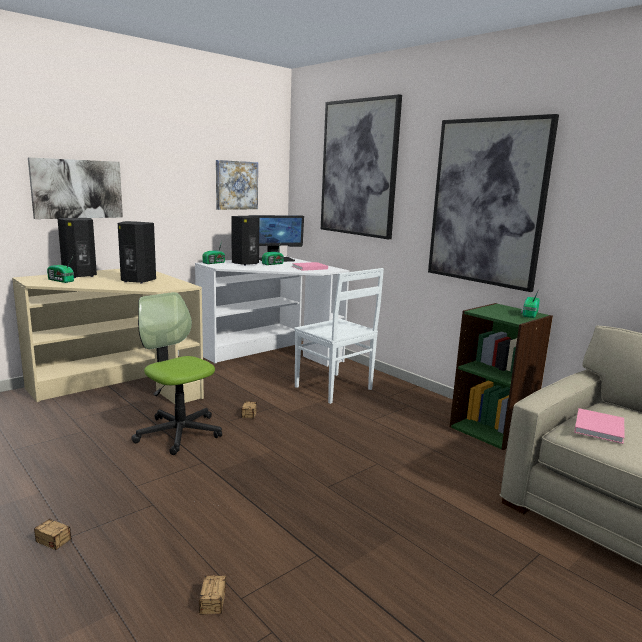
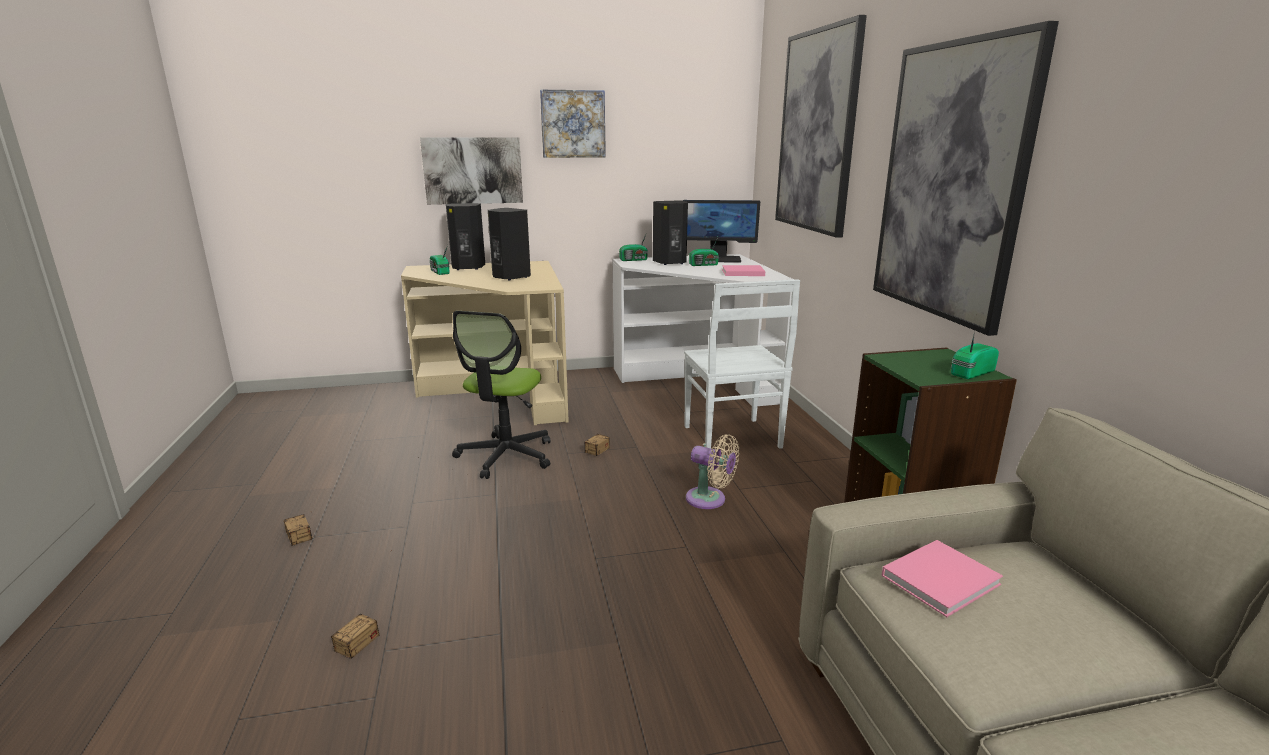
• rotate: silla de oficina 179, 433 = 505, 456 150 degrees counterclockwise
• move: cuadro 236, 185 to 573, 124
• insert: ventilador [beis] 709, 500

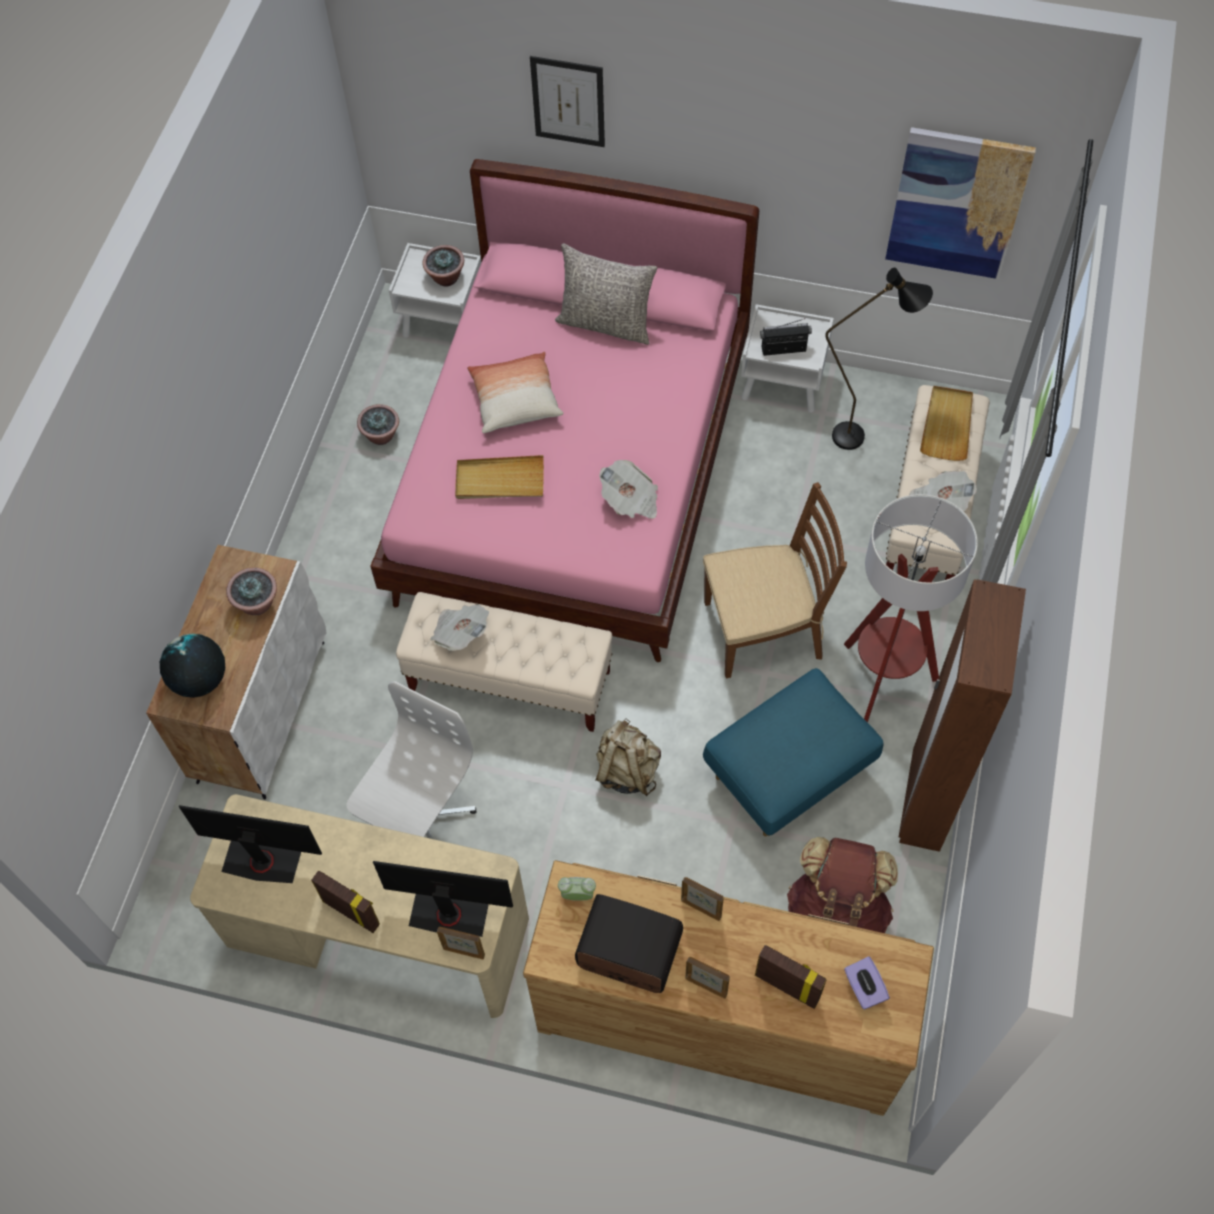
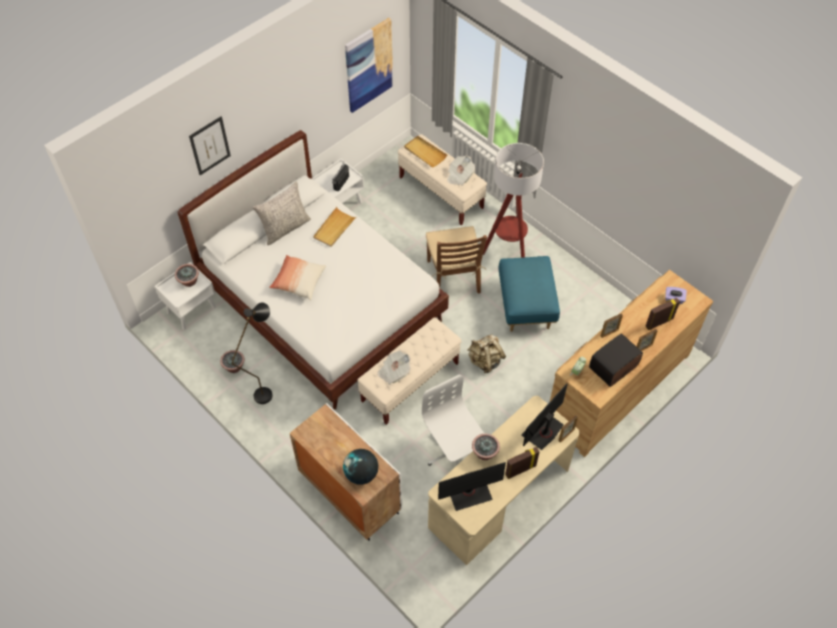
• recolor: cama [rosa] 574, 476 to cama [blanco] 322, 303
• move: lámpara de pie [negro] 860, 437 to 268, 391
• move: bandeja [beis] 499, 480 to 334, 228
• rotate: silla [marrón] 764, 629 = 453, 277 150 degrees clockwise
• rotate: monitor 263, 856 = 469, 493 150 degrees counterclockwise
• move: planta en maceta 257, 603 to 484, 453
• delete: periódico 630, 500
• delete: mochila [marrón] 837, 911
• delete: armario ropero [marrón] 924, 801

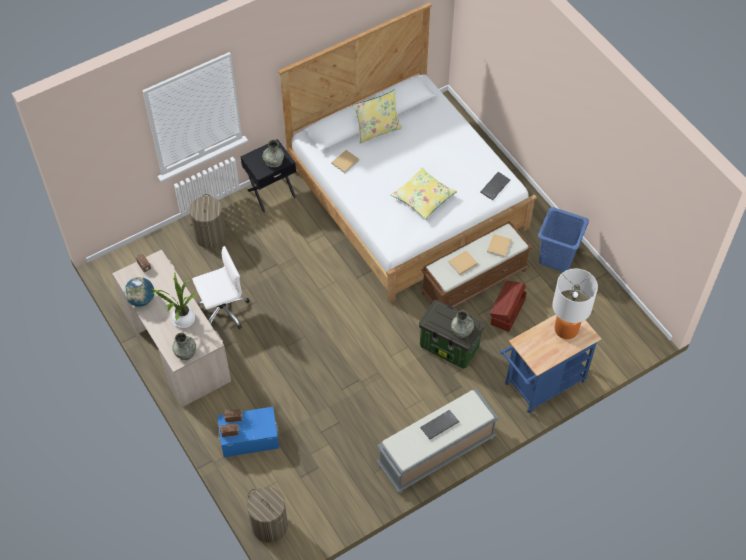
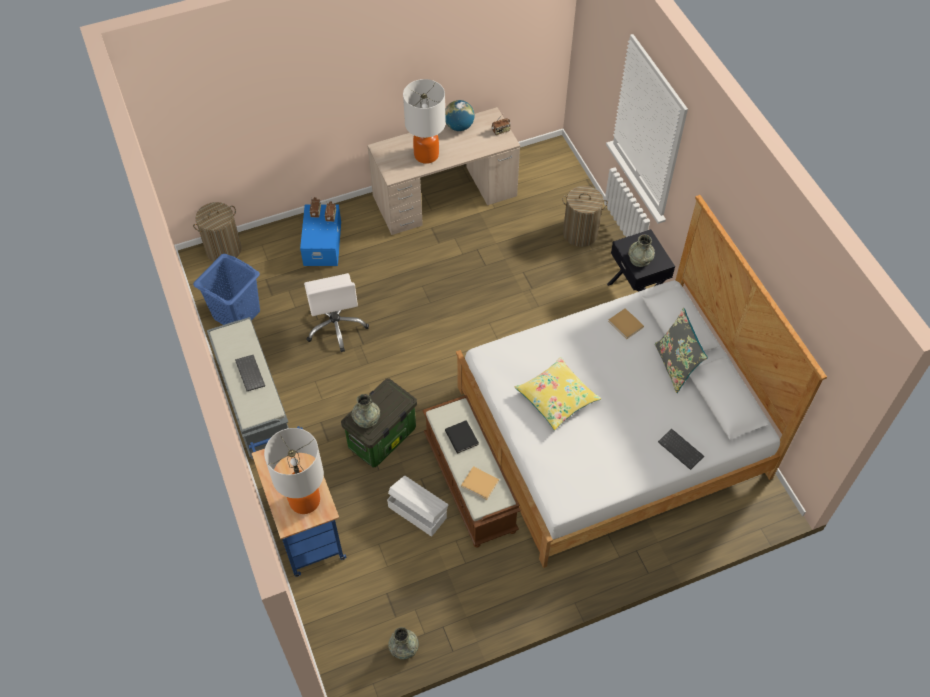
• move: cesto de la ropa [azul] 557, 257 to 236, 314
• move: silla de oficina [blanco] 222, 310 to 336, 326
• recolor: caja de almacenaje [marrón] 507, 312 to caja de almacenaje [blanco] 417, 511
• move: florero [gris] 185, 351 to 404, 648
• replace: planta en maceta 182, 320 to lámpara de mesa 426, 155
• recolor: libro [beis] 462, 263 to libro [negro] 461, 436
• recolor: cojín [amarillo] 377, 130 to cojín [gris] 675, 366
• move: teclado 495, 186 to 681, 449

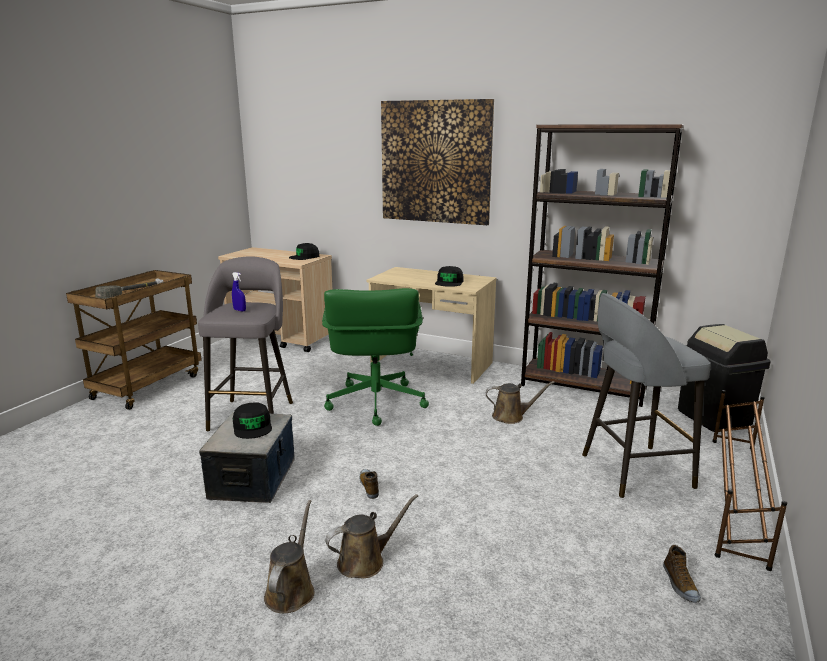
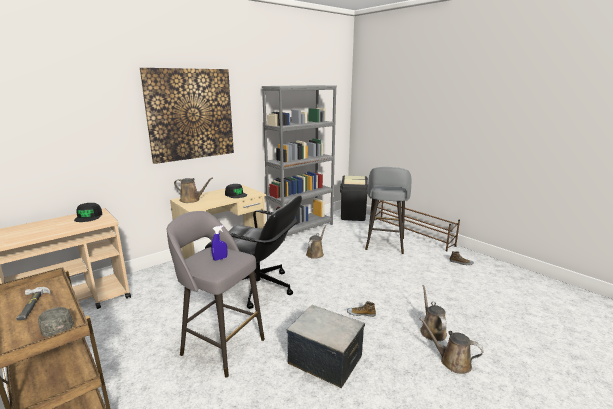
• insert: regadera [marrón] 191, 200
• recolor: silla de oficina [verde] 375, 403 to silla de oficina [negro] 258, 288
• recolor: estantería [marrón] 583, 386 to estantería [gris] 301, 228
• delete: gorra [negro] 252, 426

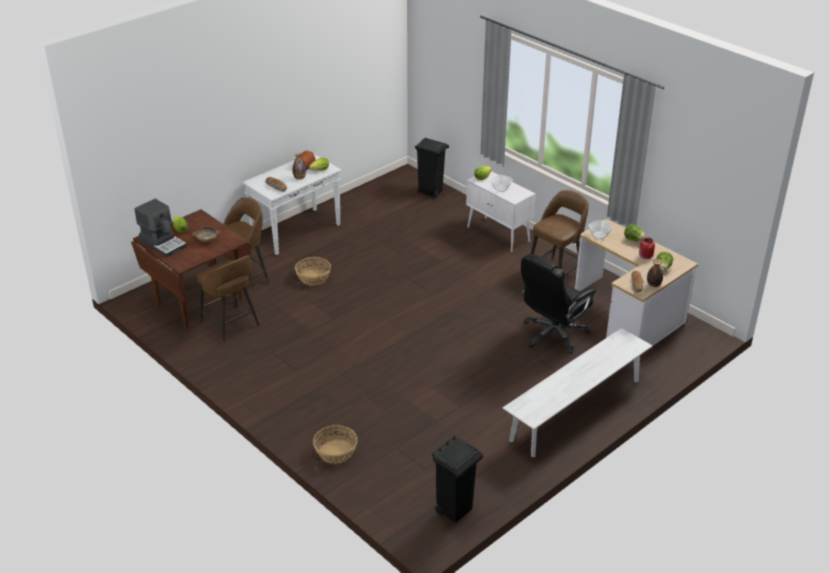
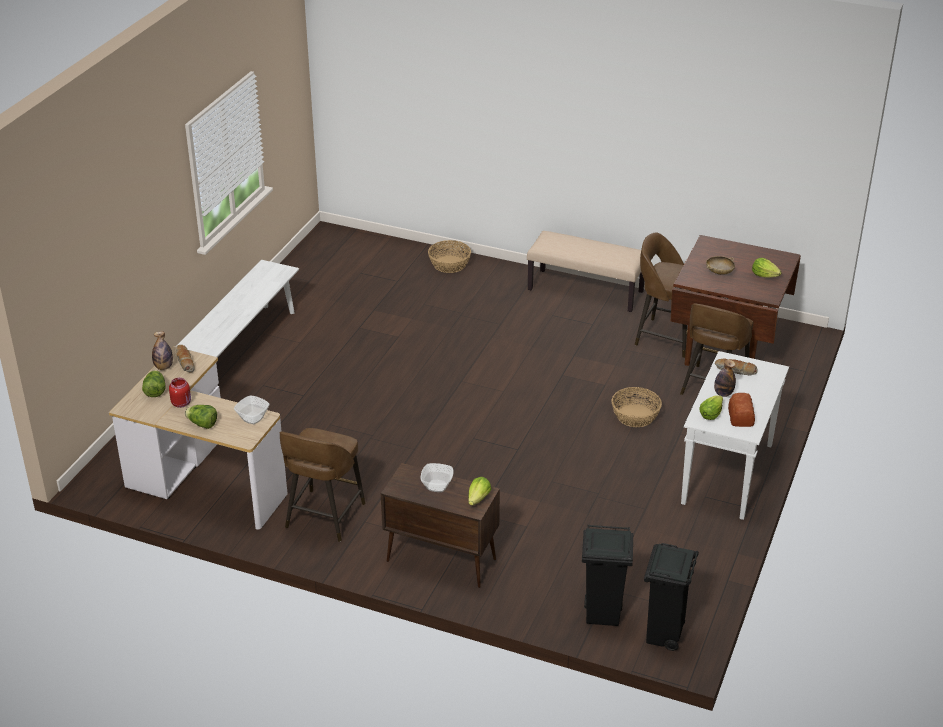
• recolor: armario [blanco] 499, 235 to armario [marrón] 440, 560
• insert: banco [beis] 586, 290
• move: papelera [negro] 455, 510 to 664, 636
• delete: cafetera 163, 243
• delete: silla de oficina [negro] 553, 335

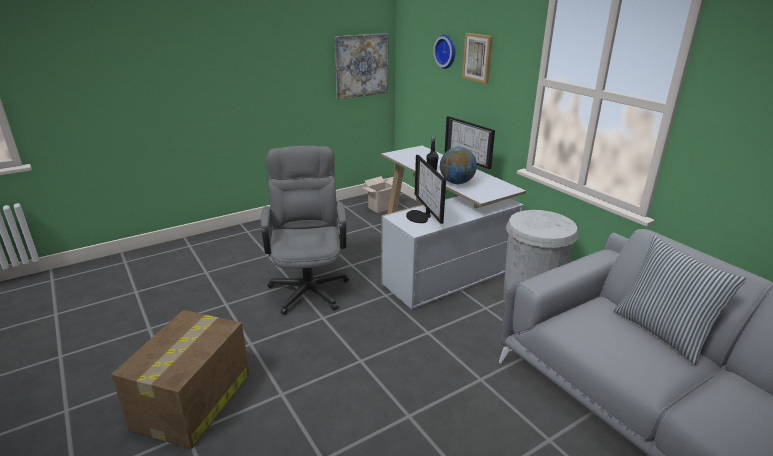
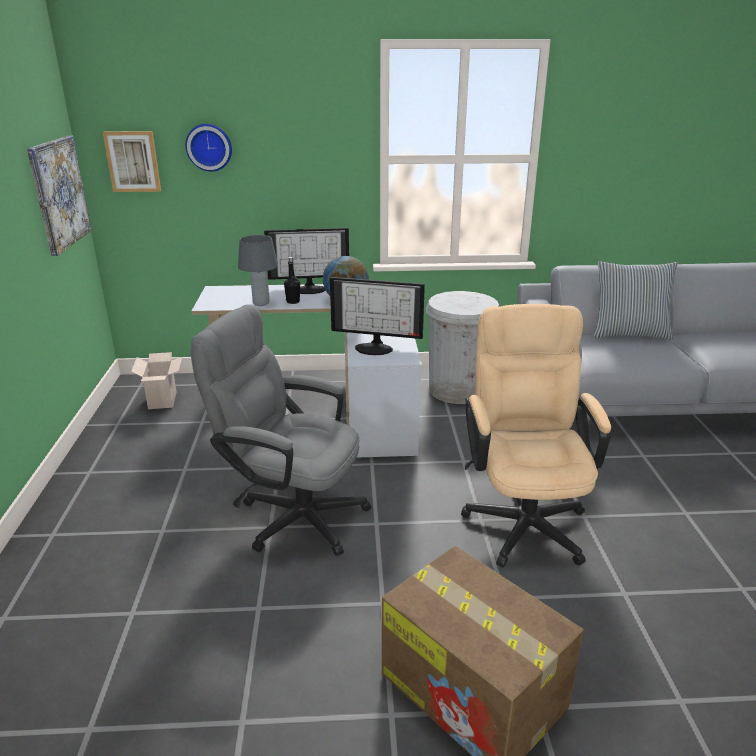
• move: cuadro 478, 57 to 133, 161
• insert: lámpara de mesa [gris] 261, 304
• insert: silla de oficina [beis] 523, 517

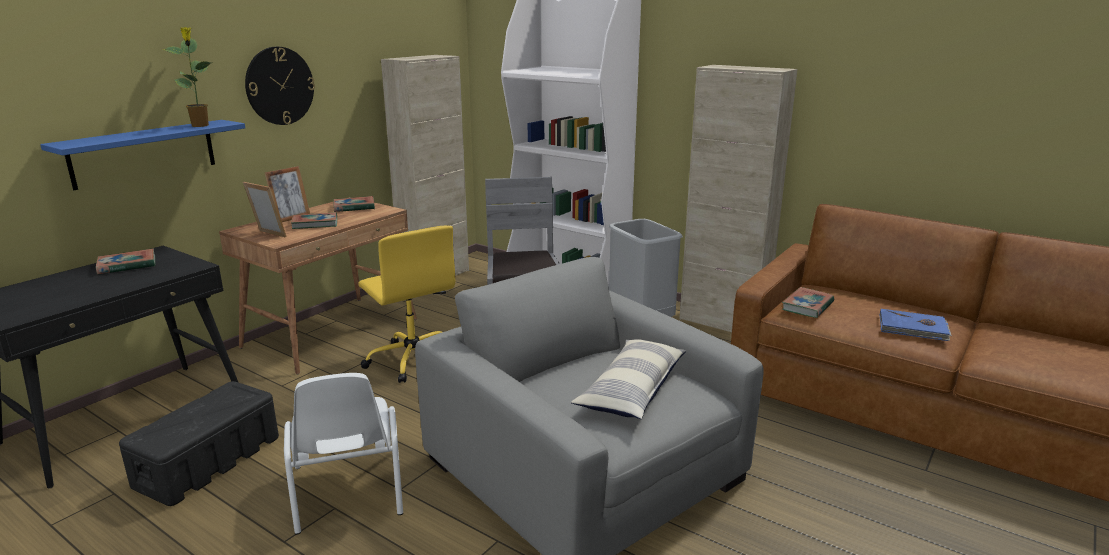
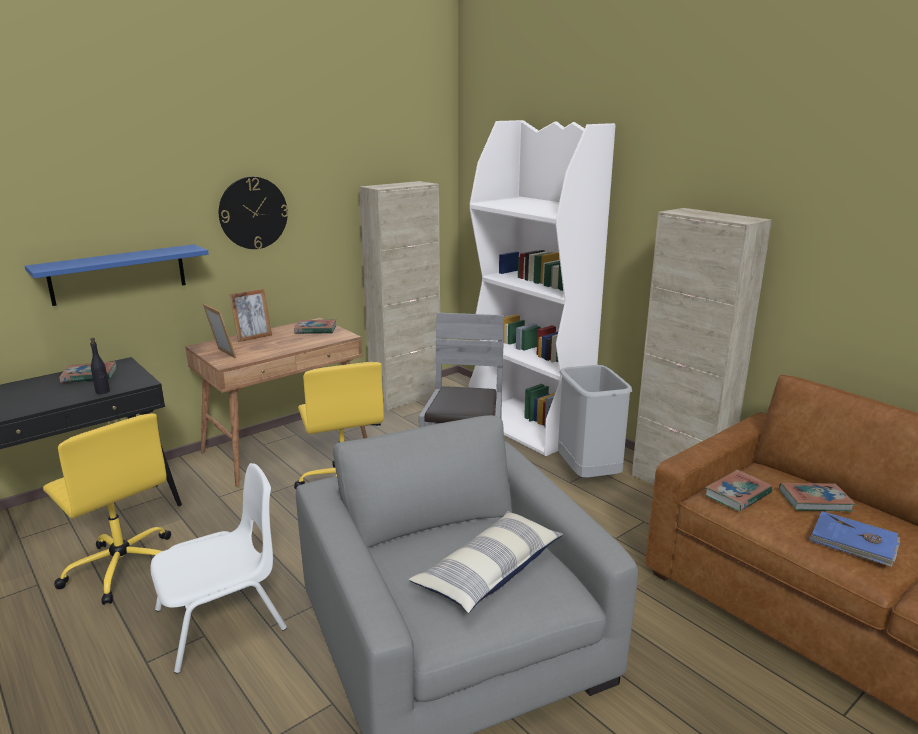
• replace: caja de almacenaje [negro] 208, 462 to silla de oficina [amarillo] 123, 567
• insert: botella [negro] 103, 392
• rotate: silla [blanco] 348, 491 = 223, 620 120 degrees counterclockwise
• move: libro 315, 224 to 814, 501
• delete: planta en maceta 200, 125

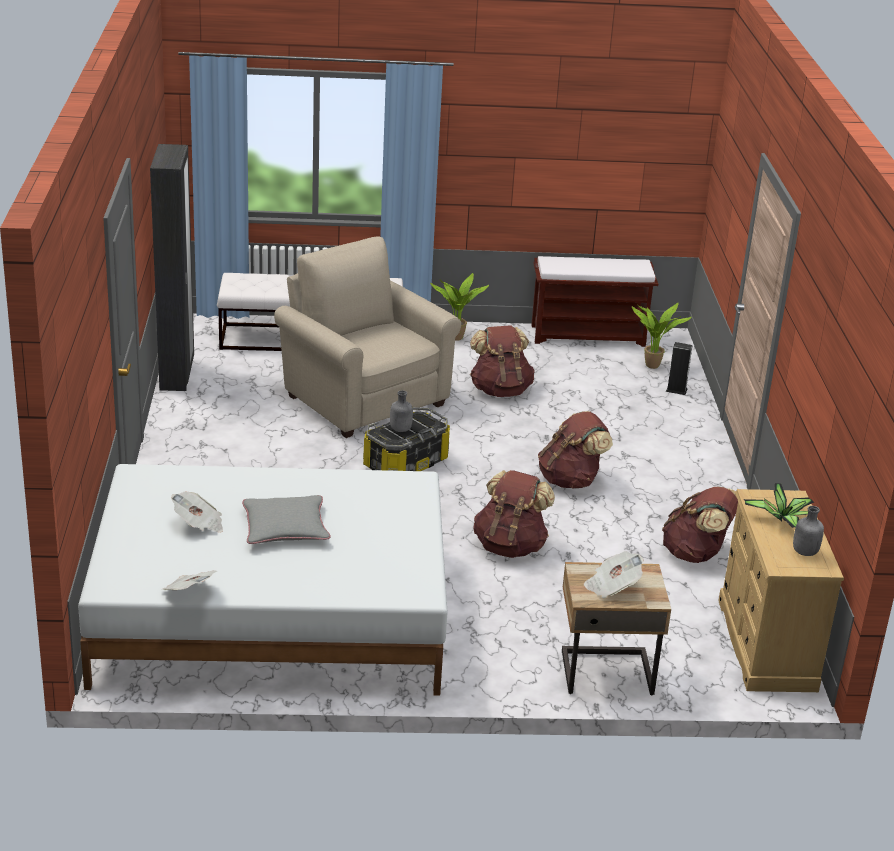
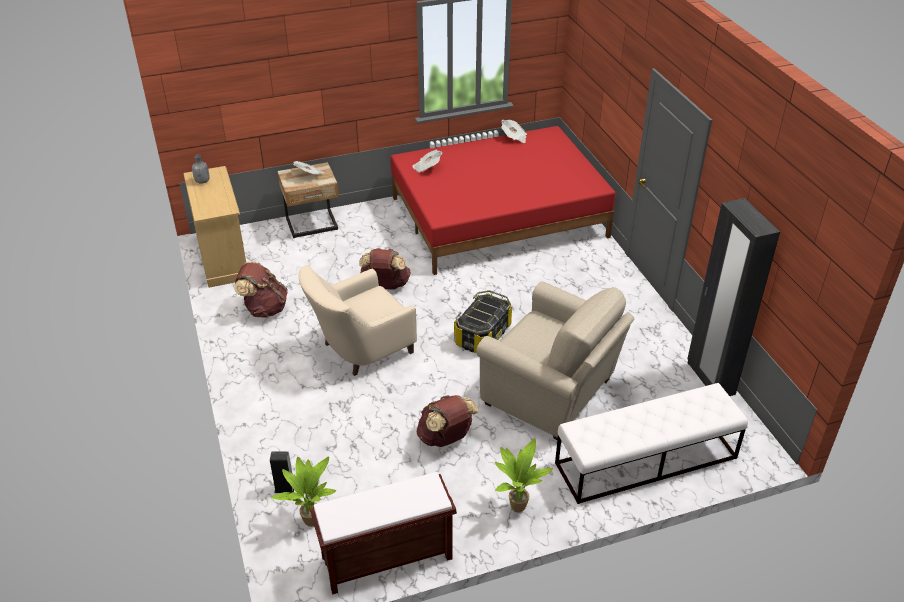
• replace: mochila [marrón] 571, 480 to sillón [beis] 359, 350
• recolor: cama [blanco] 270, 612 to cama [rojo] 498, 217
• move: periódico 199, 524 to 427, 168
• delete: cojín [gris] 285, 527
• delete: botella [gris] 400, 430
• delete: planta en maceta 782, 520

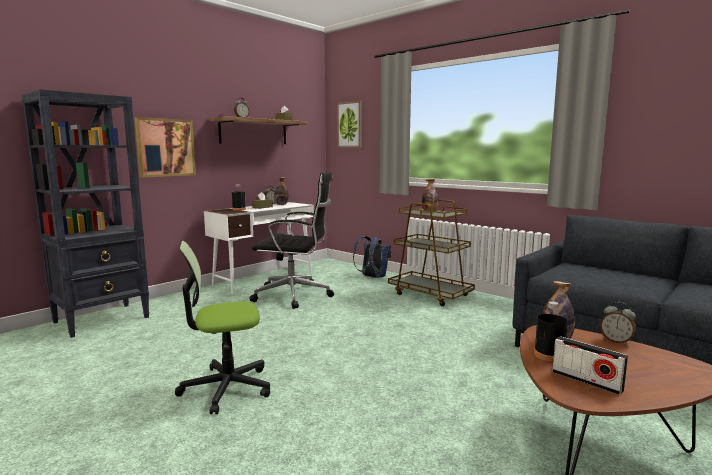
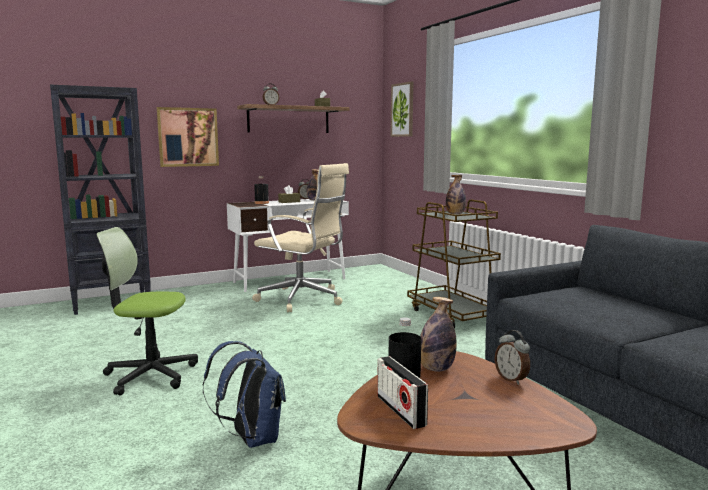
• move: mochila [azul] 372, 277 to 251, 439
• recolor: silla de oficina [negro] 295, 295 to silla de oficina [beis] 303, 299

